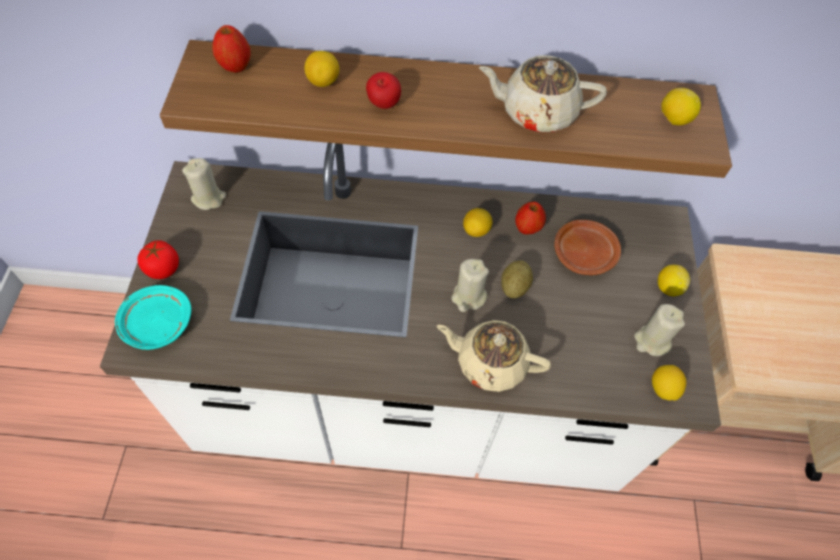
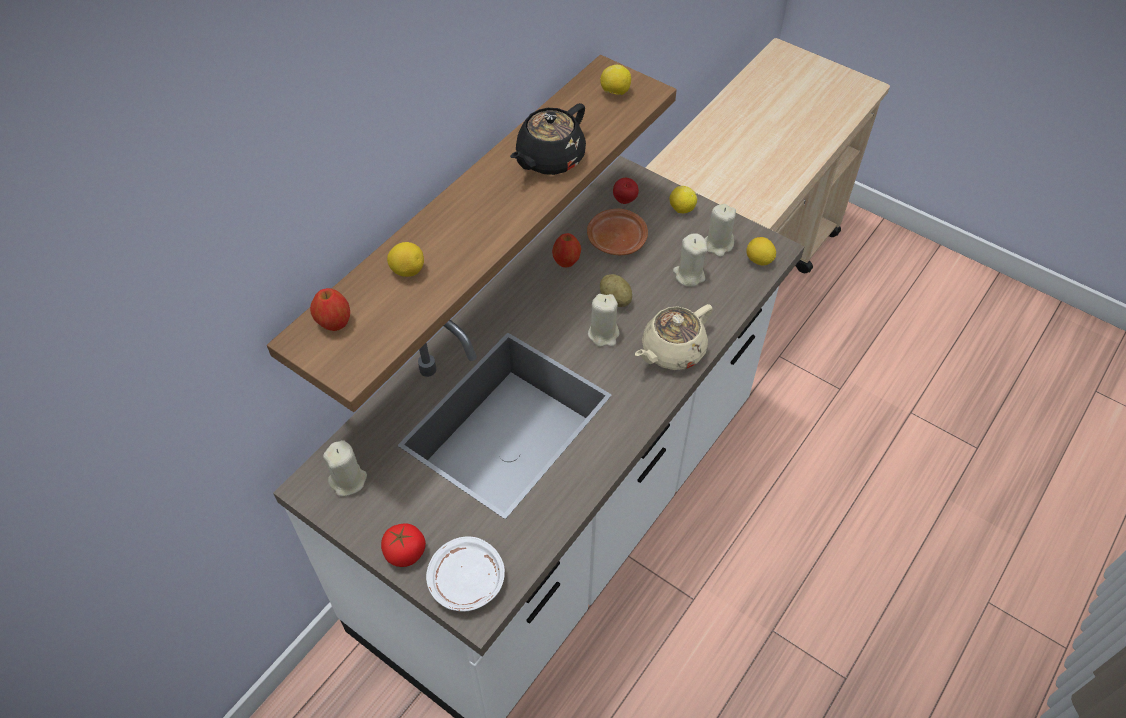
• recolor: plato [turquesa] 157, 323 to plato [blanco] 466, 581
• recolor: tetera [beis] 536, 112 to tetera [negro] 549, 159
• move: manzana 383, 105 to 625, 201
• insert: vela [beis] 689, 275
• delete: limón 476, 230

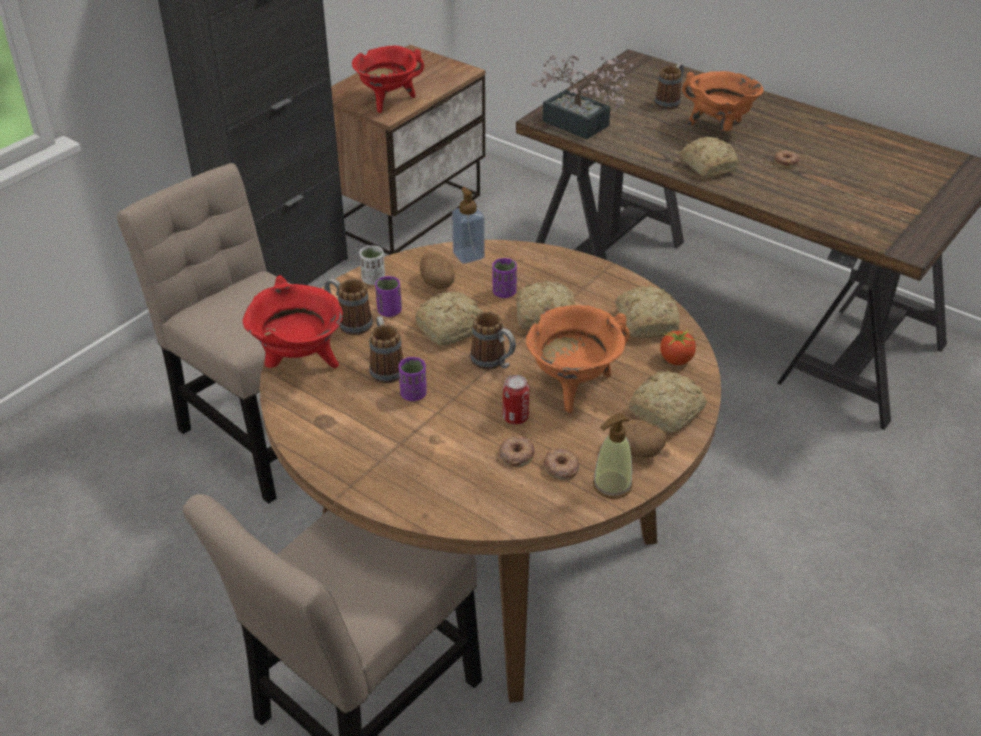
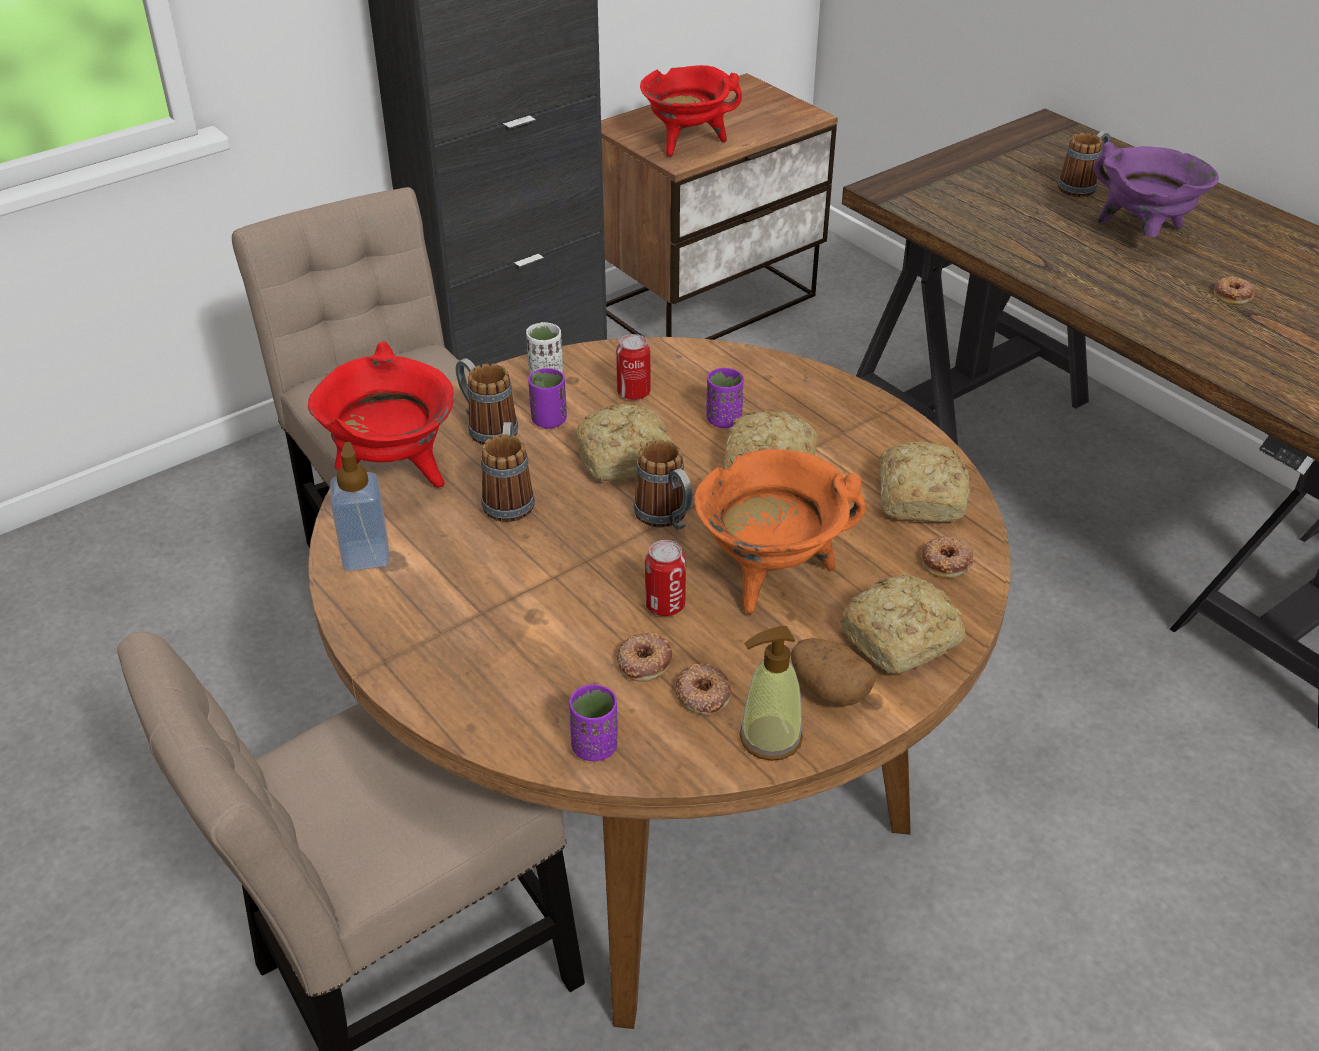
• move: dispensador de jabón 468, 255 to 366, 556
• move: taza [morado] 413, 394 to 594, 747
• replace: patata 438, 284 to lata 633, 393
• replace: tomate 676, 359 to rosquilla 946, 562
• recolor: olla [naranja] 719, 129 to olla [morado] 1143, 234
• delete: planta en maceta 581, 126
• delete: pan 708, 166

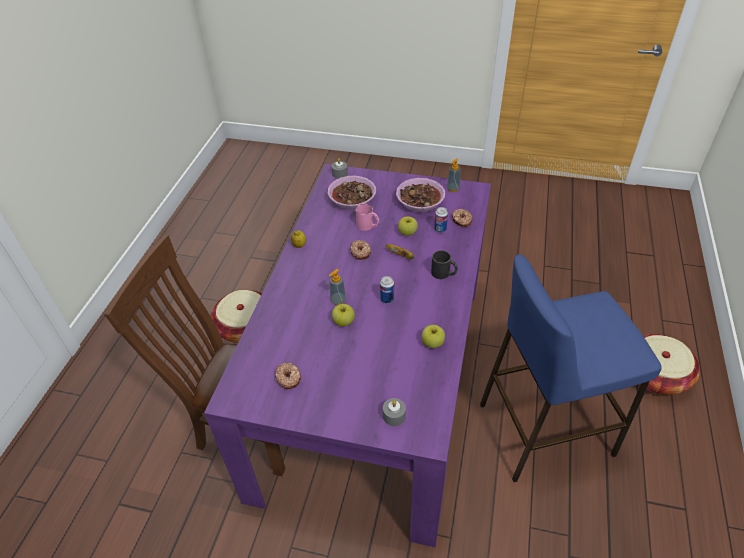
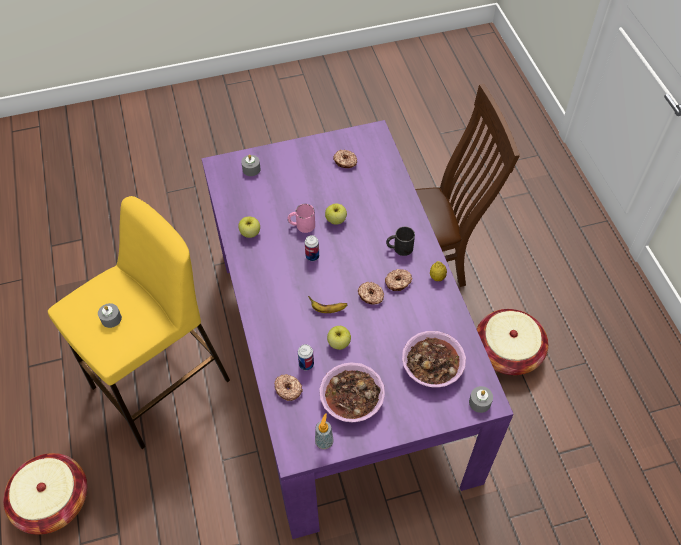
• recolor: taburete [azul] 544, 429 to taburete [amarillo] 161, 383
• insert: vela [gris] 111, 319
• move: taza grande [rosa] 368, 226 to 301, 225
• insert: rosquilla 398, 282
• move: taza grande [negro] 444, 273 to 399, 248
• delete: dispensador de jabón 338, 300

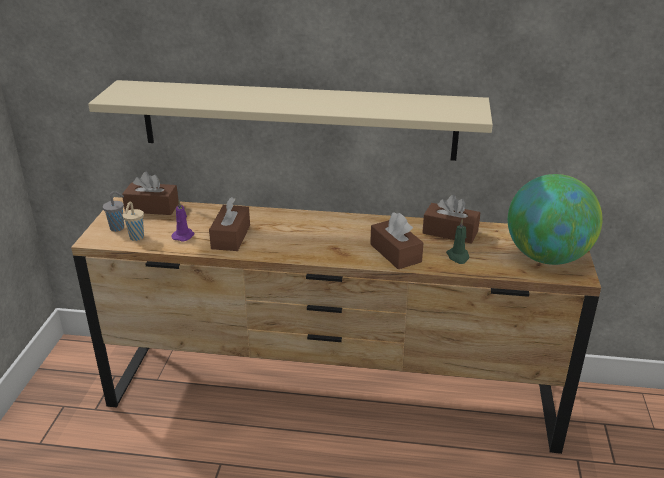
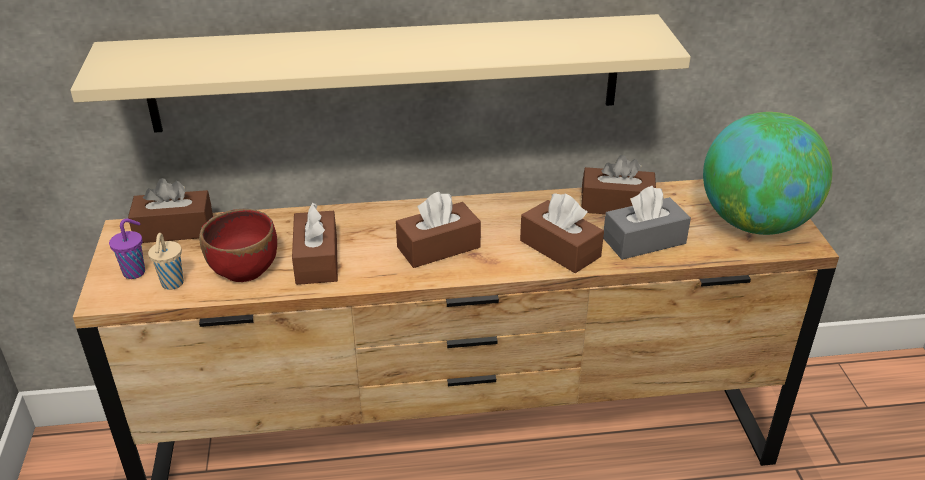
• recolor: taza [gris] 118, 228 to taza [morado] 135, 272
• replace: vela [morado] 183, 236 to cuenco [rojo] 244, 269
• insert: caja de pañuelos [marrón] 438, 247
• replace: vela [verde] 458, 257 to caja de pañuelos [gris] 644, 241

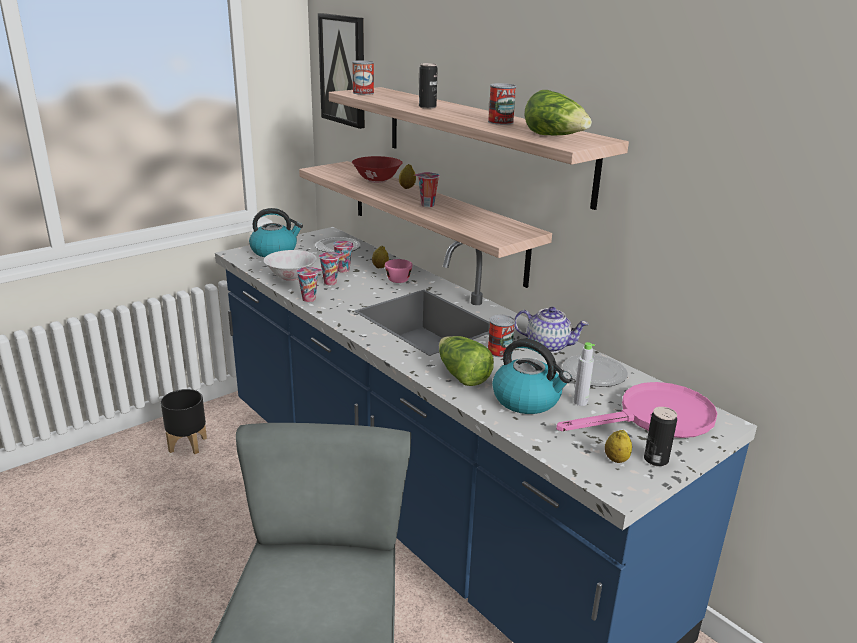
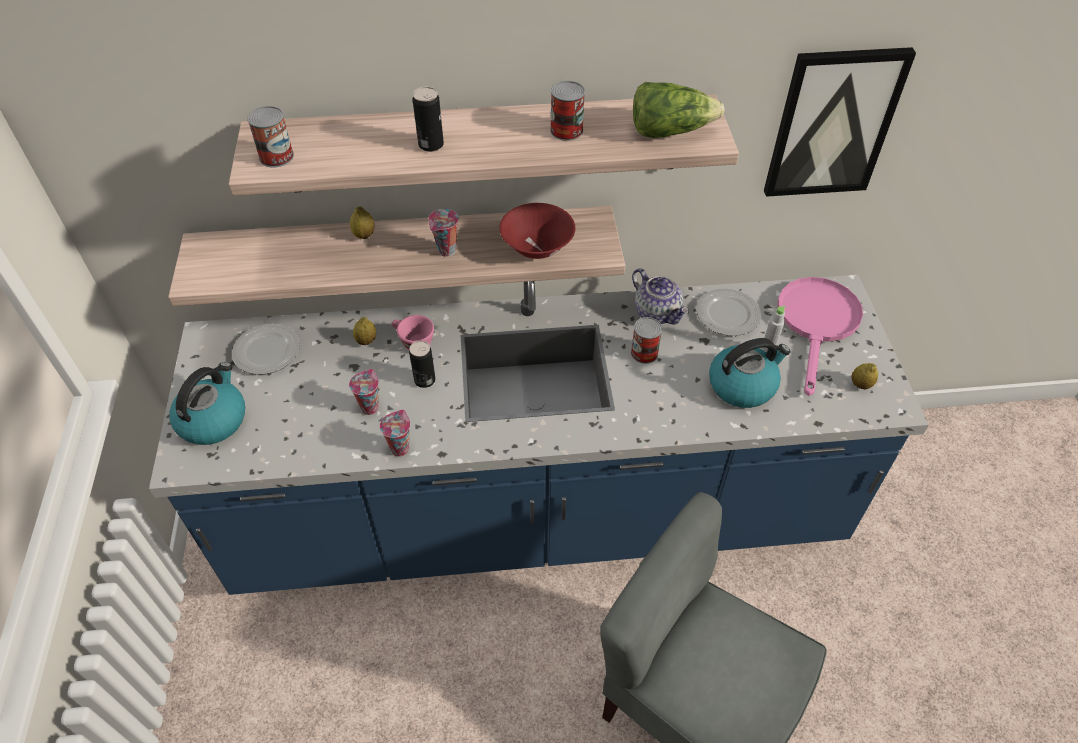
• move: lata 656, 460 to 424, 380
• move: cuenco [rojo] 377, 180 to 537, 247
• rotate: tetera 548, 346 = 657, 313 90 degrees clockwise
• move: cuadro 343, 70 to 832, 123
• delete: maceta [negro] 188, 444
• delete: cuenco [blanco] 291, 276
• delete: taza 344, 270
• delete: lechuga 462, 375

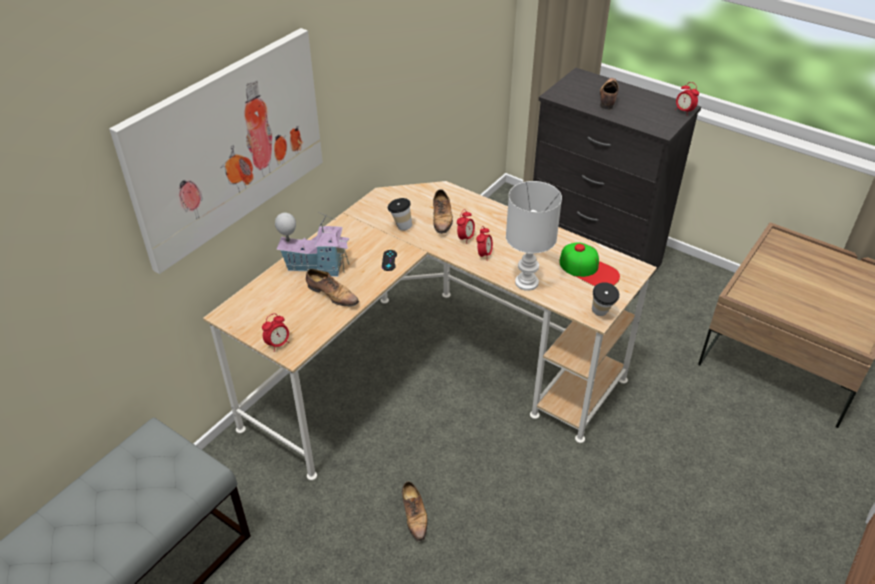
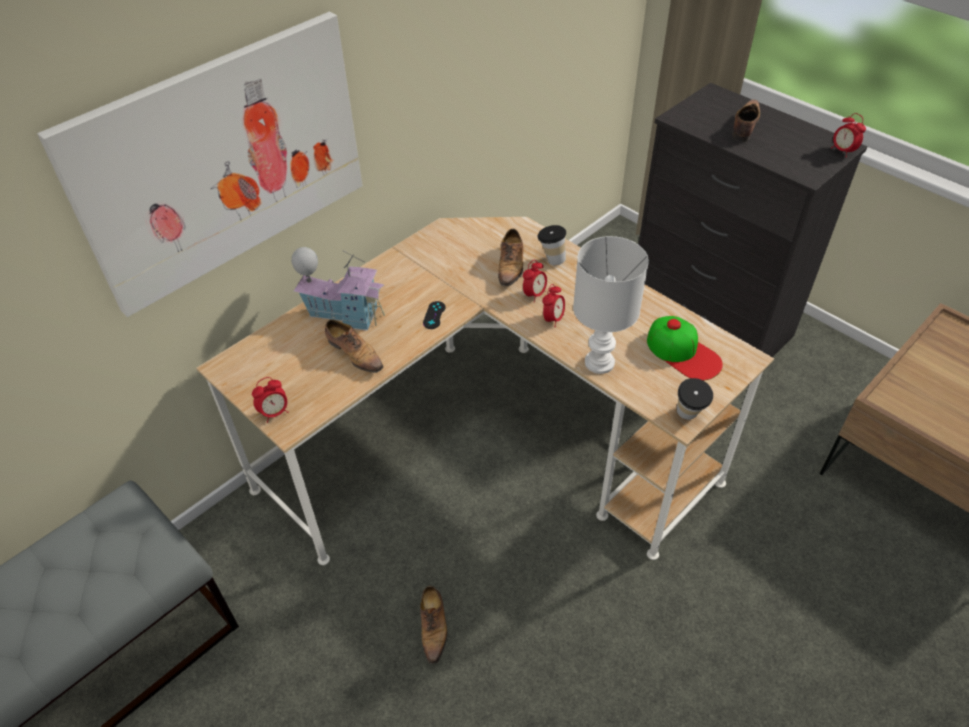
• move: taza 400, 226 to 551, 259

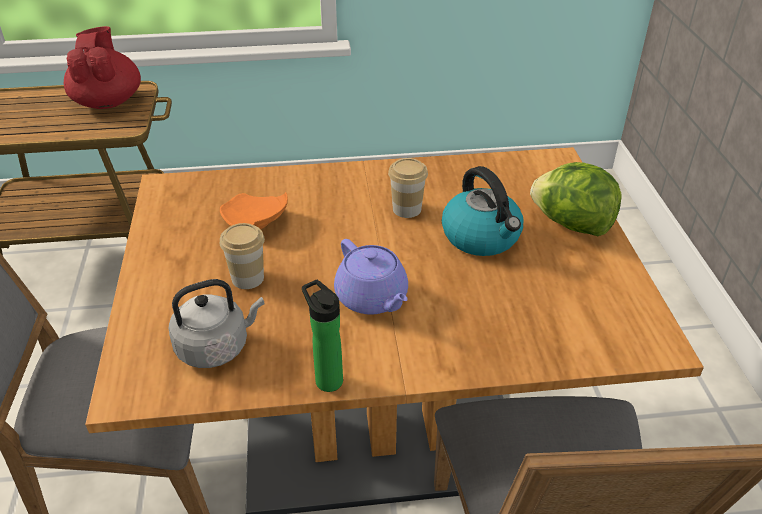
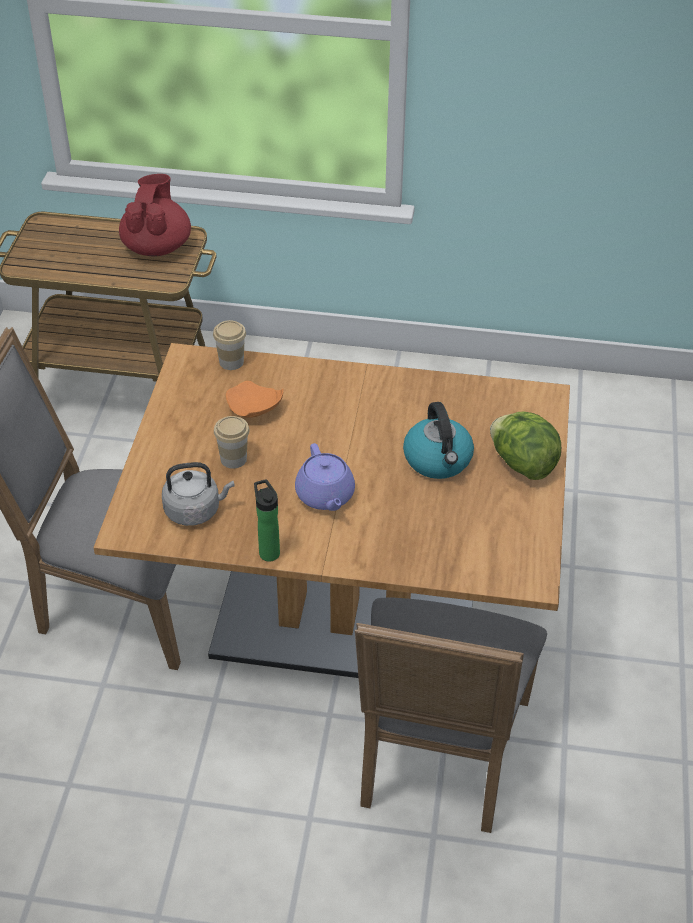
• move: taza 407, 209 to 231, 362

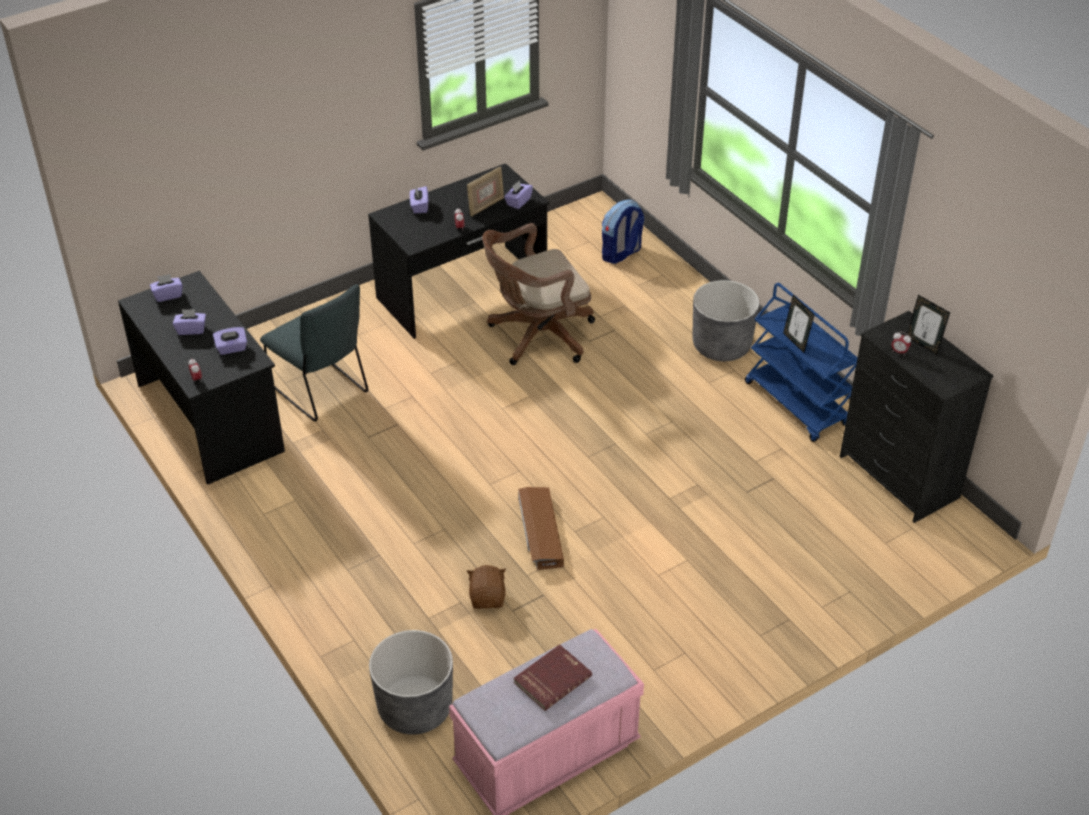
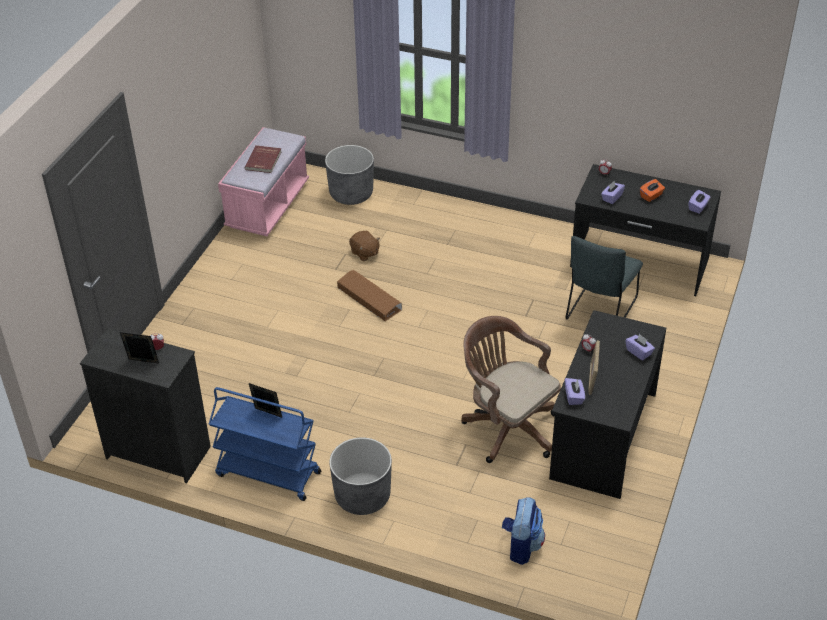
• rotate: silla de oficina [marrón] 536, 336 = 507, 427 75 degrees counterclockwise
• rotate: silla [gris] 321, 390 = 599, 311 75 degrees counterclockwise
• recolor: caja de pañuelos [morado] 191, 329 to caja de pañuelos [naranja] 651, 196

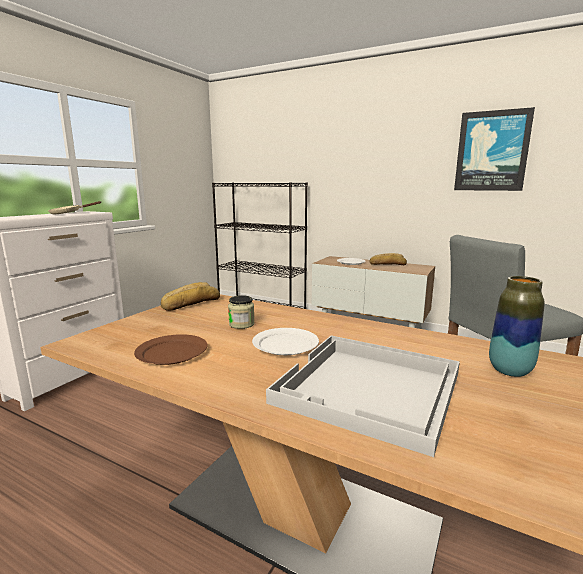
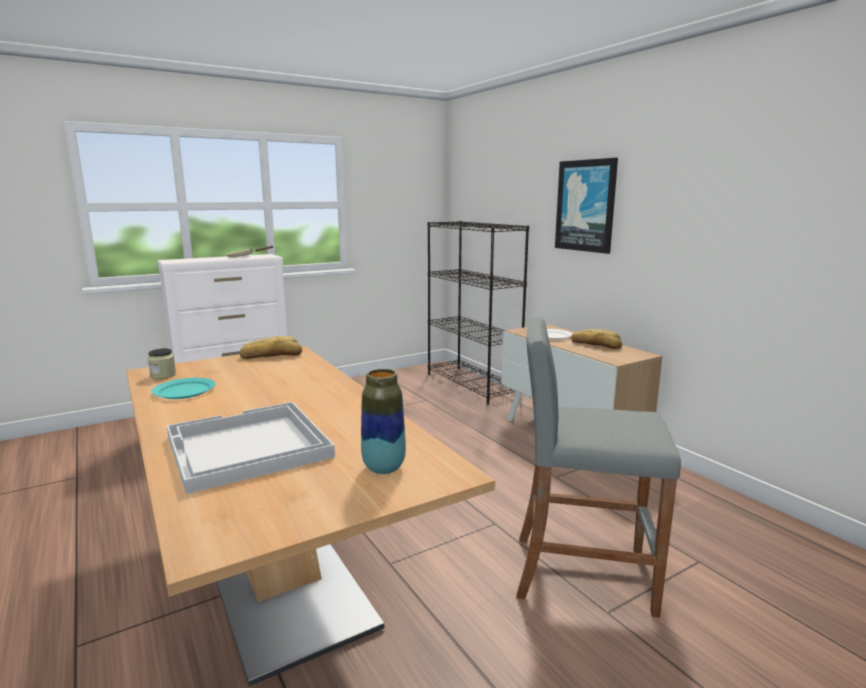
• move: tarro 241, 324 to 163, 375
• recolor: plato [marrón] 171, 352 to plato [turquesa] 184, 391
• move: cuadro 492, 151 to 585, 206
• delete: plato [blanco] 285, 344

